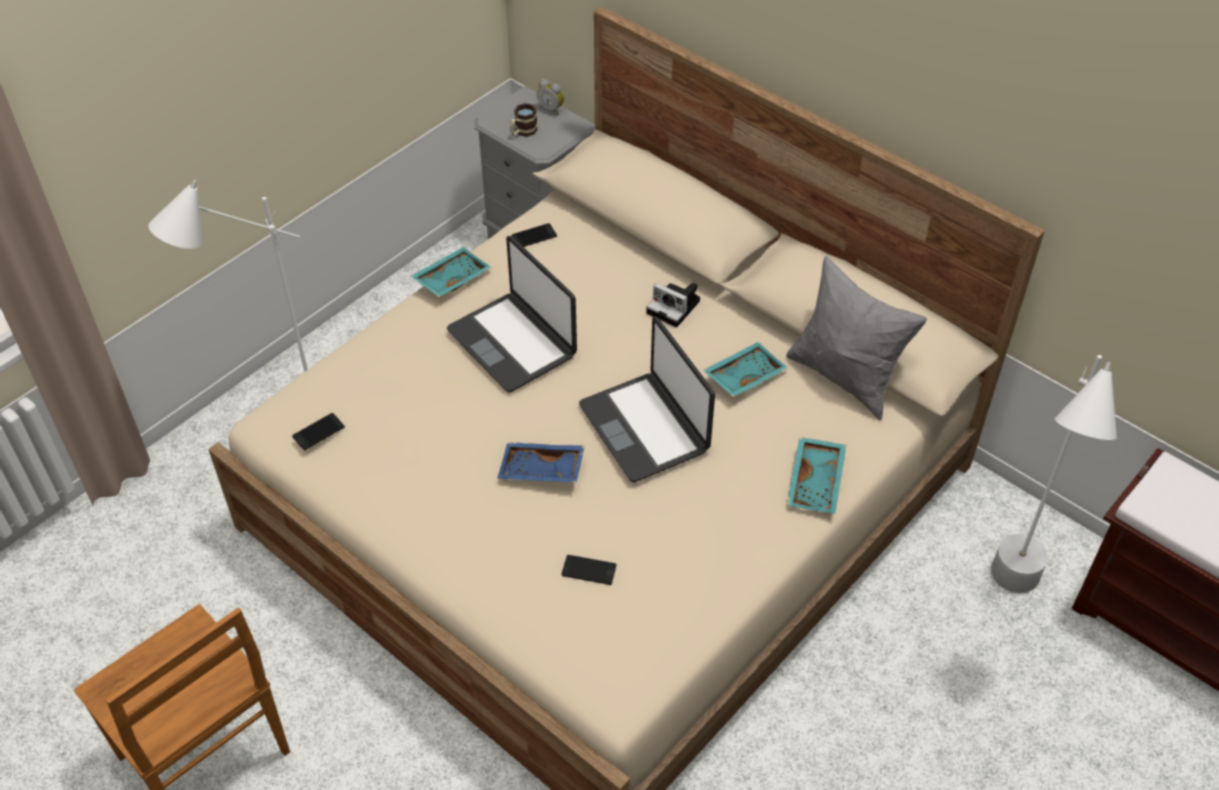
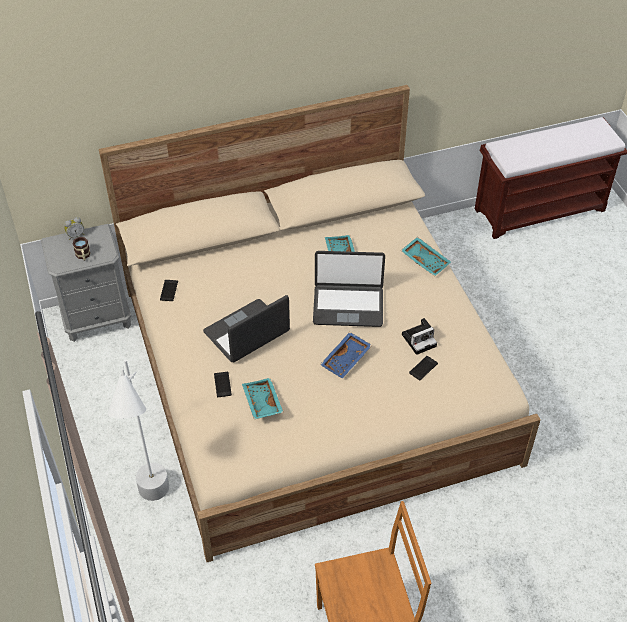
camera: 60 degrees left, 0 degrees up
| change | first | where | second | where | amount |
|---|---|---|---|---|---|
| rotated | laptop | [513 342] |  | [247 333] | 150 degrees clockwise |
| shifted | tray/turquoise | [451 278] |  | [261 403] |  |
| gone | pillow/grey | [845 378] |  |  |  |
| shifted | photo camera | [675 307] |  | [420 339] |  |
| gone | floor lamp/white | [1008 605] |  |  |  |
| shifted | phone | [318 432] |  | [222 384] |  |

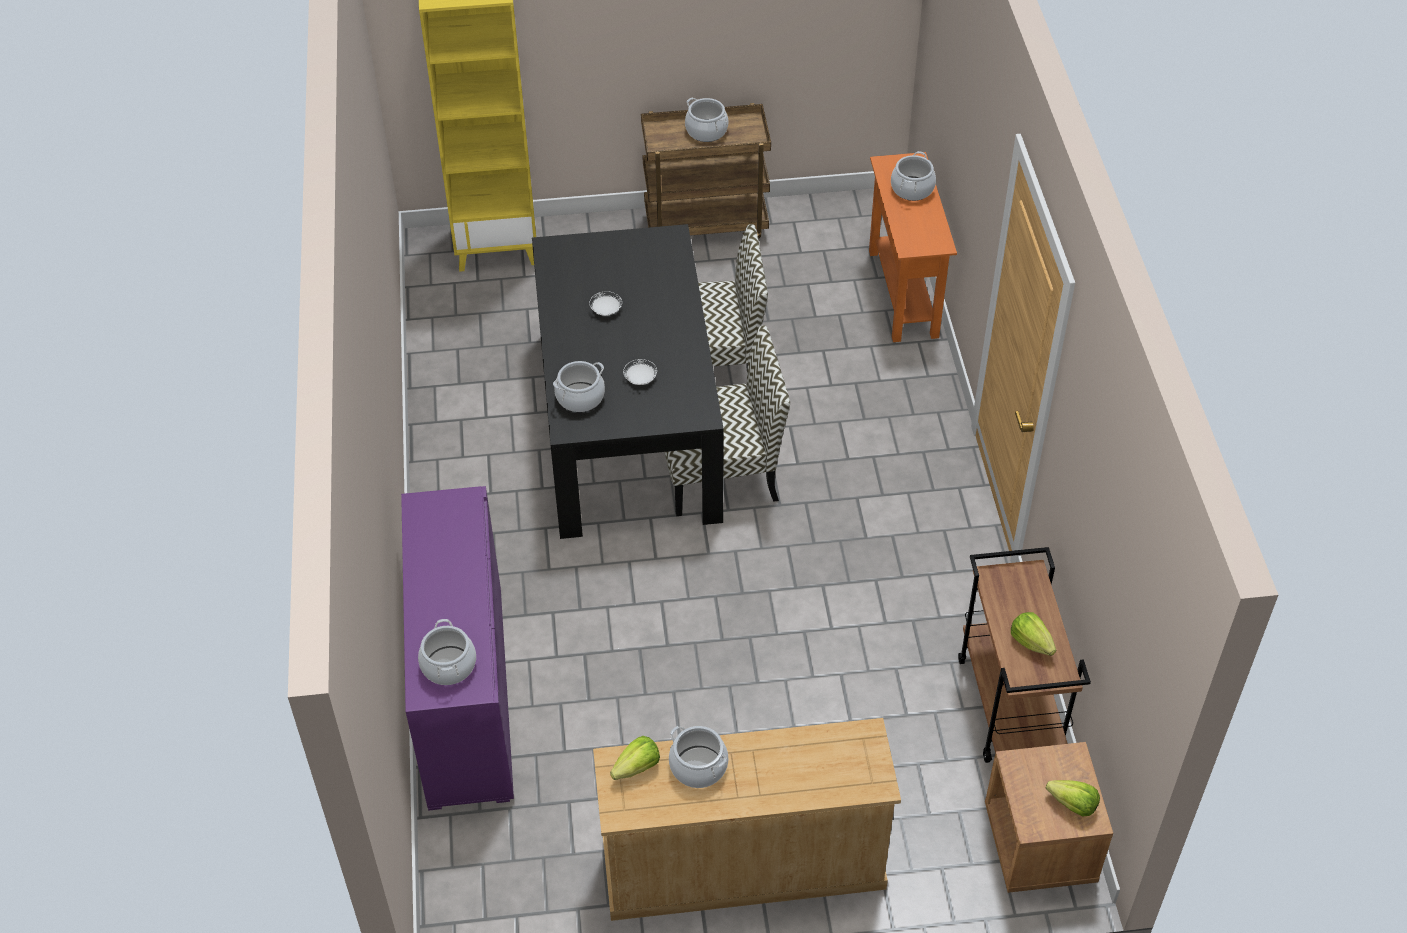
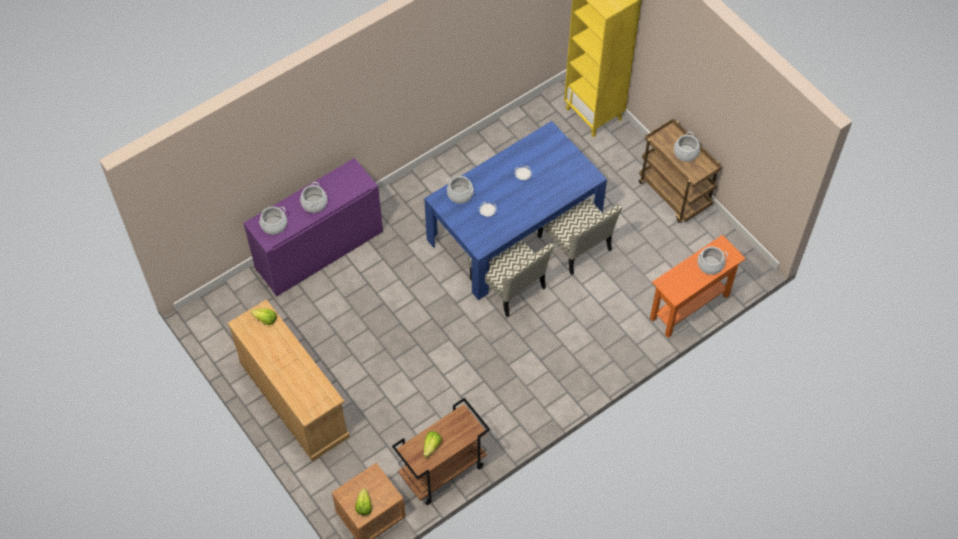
camera: 60 degrees right, 10 degrees up
| change | first | where | second | where | amount |
|---|---|---|---|---|---|
| repainted | dining table/black | [628 424] | dining table/blue | [514 230] |  |
| shifted | cooking pot | [698 767] |  | [314 203] |  |

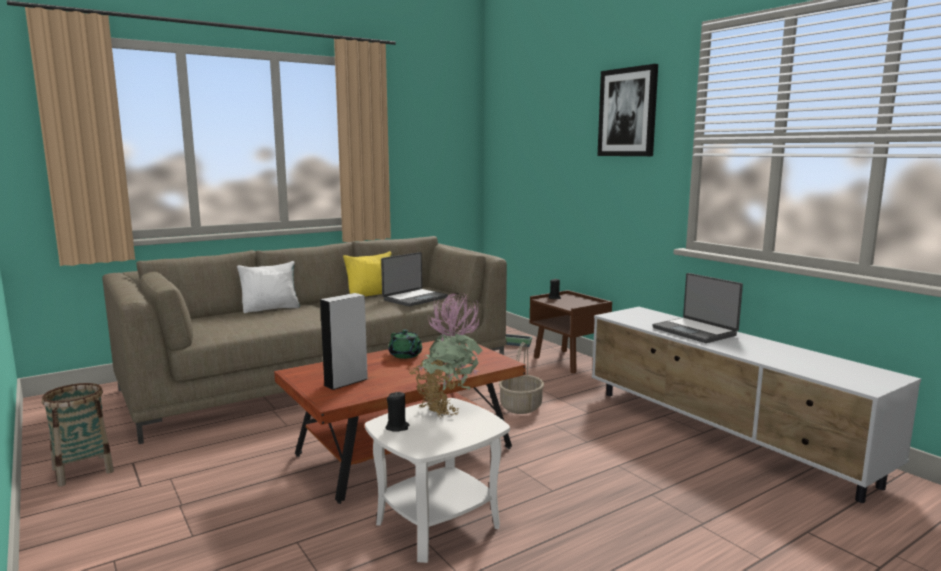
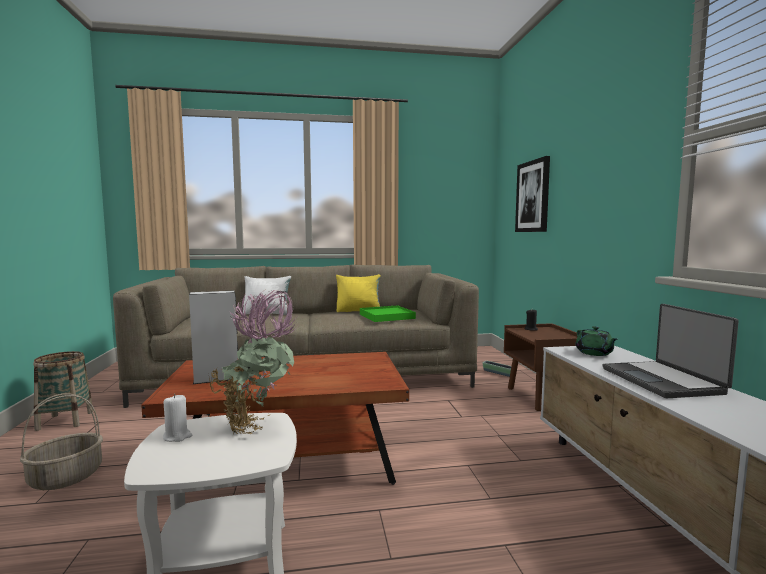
camera: 25 degrees right, 5 degrees down
| change | first | where | second | where | amount |
|---|---|---|---|---|---|
| shifted | picture | [627 112] |  | [533 196] |  |
| swapped | laptop | [414 298] | tray/green | [386 316] |  |
| shifted | teapot/green | [405 355] |  | [594 353] |  |
| shifted | basket | [520 406] |  | [66 477] |  |
| repainted | candle/black | [397 427] | candle/white | [177 436] |  |

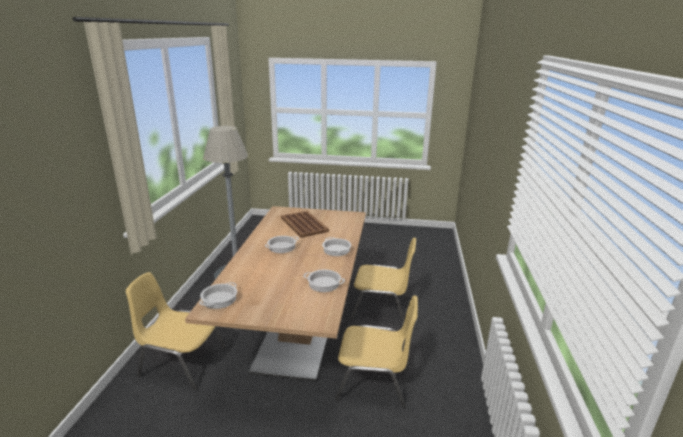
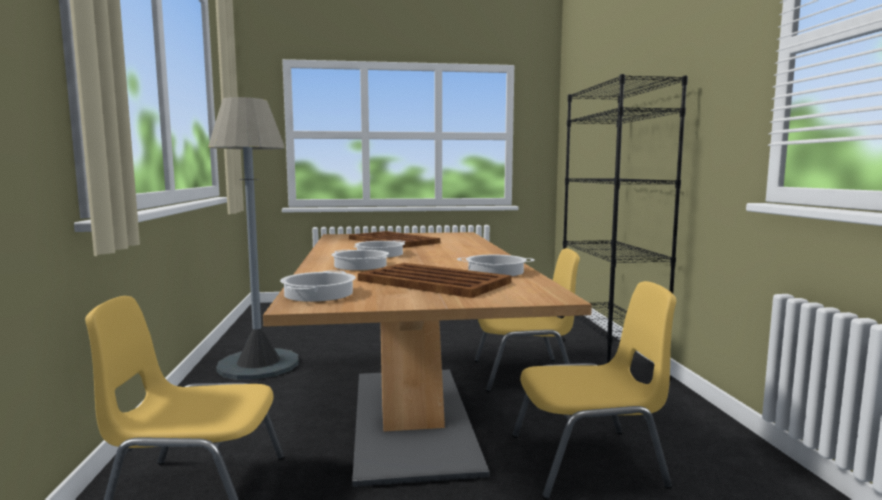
camera: 15 degrees left, 15 degrees down
| change | first | where | second | where | amount |
|---|---|---|---|---|---|
| shifted | cooking pot | [337 250] |  | [361 265] |  |
| new |  |  | bookcase/black | [608 359] |  |
| new |  |  | tray/brown | [434 282] |  |

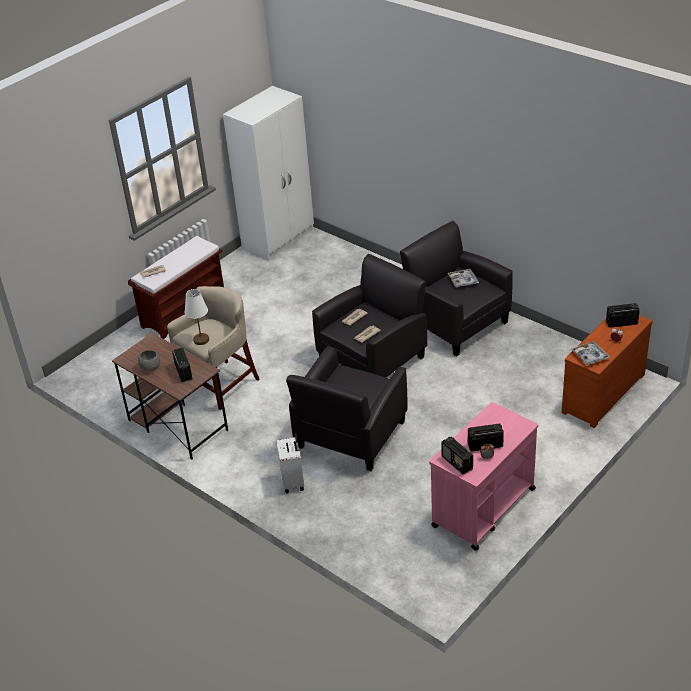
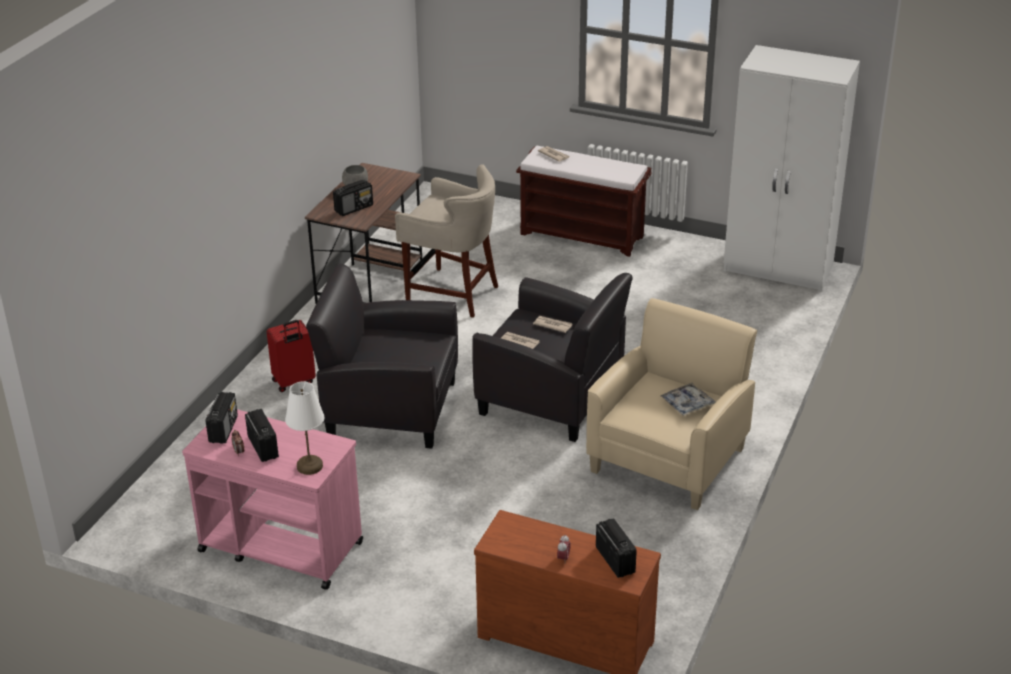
camera: 70 degrees right, 5 degrees down
| change | first | where | second | where | amount |
|---|---|---|---|---|---|
| repainted | armchair/black | [456 323] | armchair/beige | [669 459] |  |
| shifted | table lamp/white | [201 339] |  | [310 466] |  |
| gone | tray | [590 356] |  |  |  |
| repainted | suitcase/white | [293 482] | suitcase/red | [294 382] |  |
| rotated | radio | [457 463] |  | [223 429] | 150 degrees clockwise |

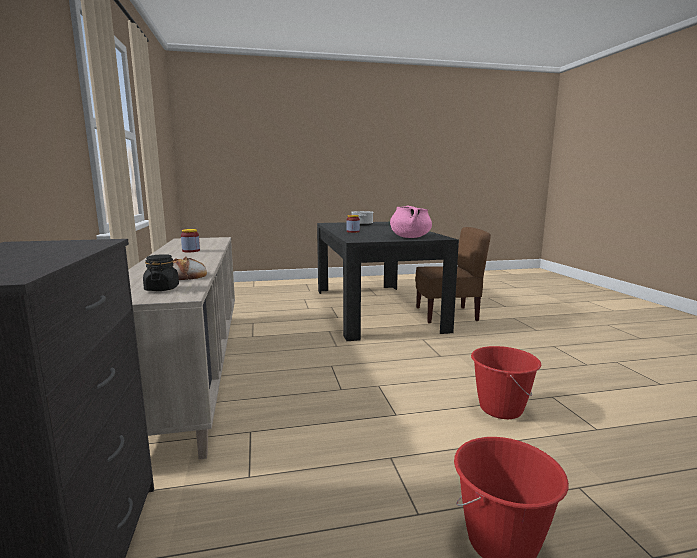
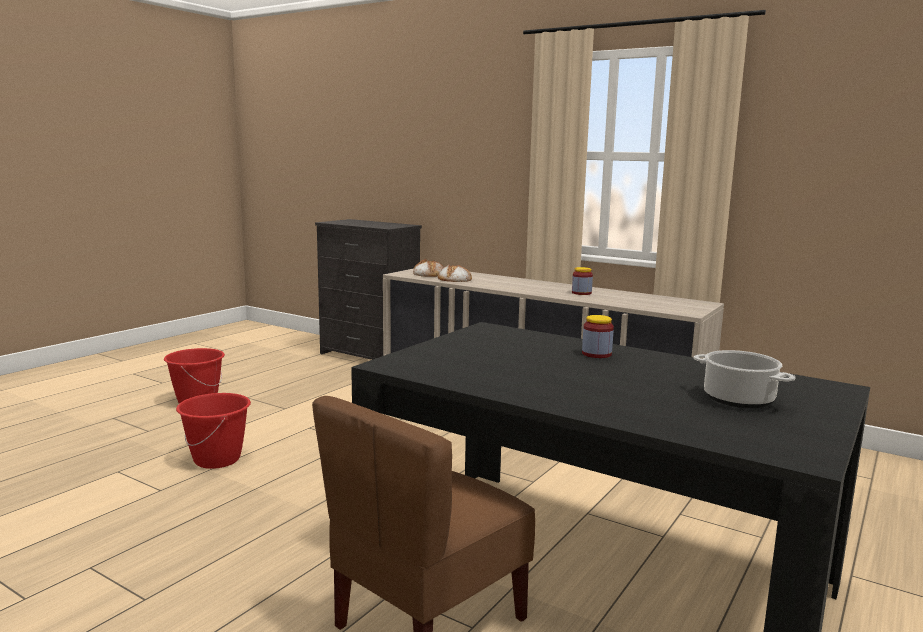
camera: 135 degrees right, 0 degrees up
| change | first | where | second | where | amount |
|---|---|---|---|---|---|
| gone | cooking pot/pink | [410 237] |  |  |  |
| swapped | jar/black | [162 289] | bread | [428 274] |  |

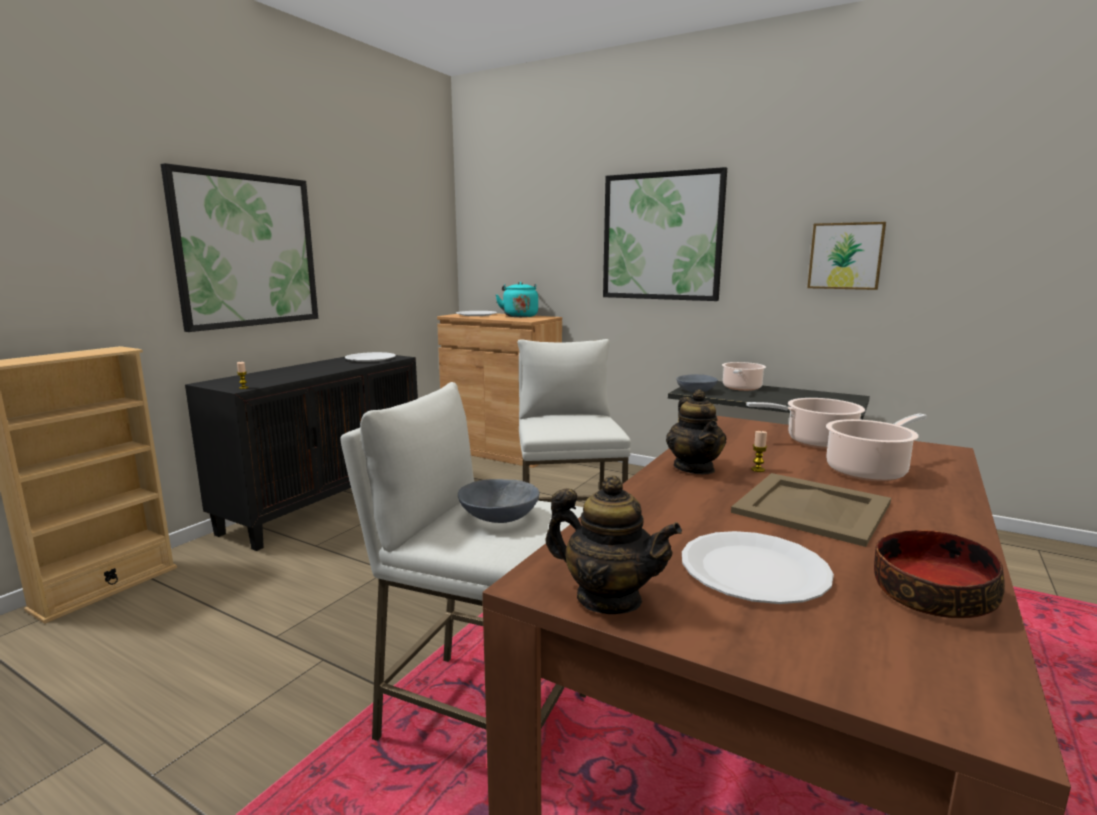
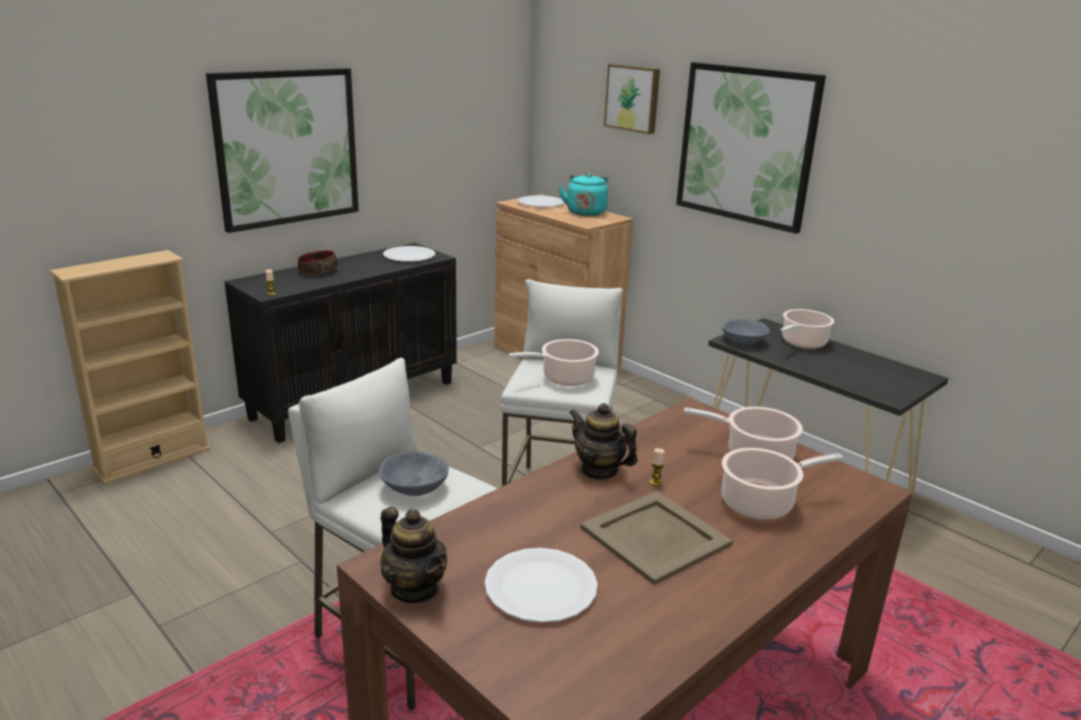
camera: 15 degrees right, 10 degrees up
| change | first | where | second | where | amount |
|---|---|---|---|---|---|
| shifted | picture | [845 256] |  | [633 98] |  |
| rotated | teapot | [694 468] |  | [599 470] | 120 degrees clockwise |
| shifted | bowl | [930 594] |  | [318 271] |  |
| new |  |  | cooking pot | [564 378] |  |

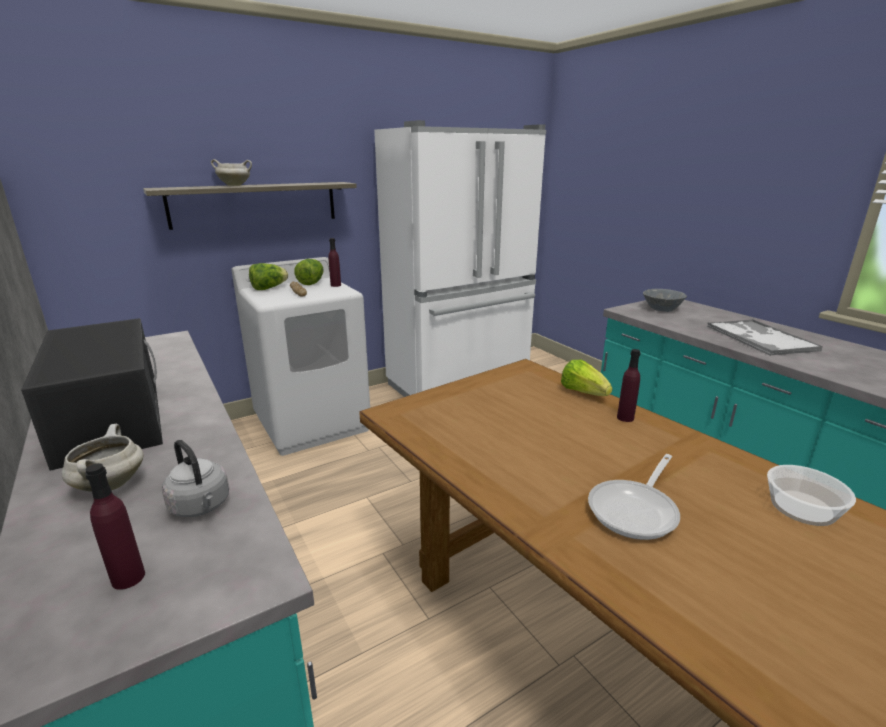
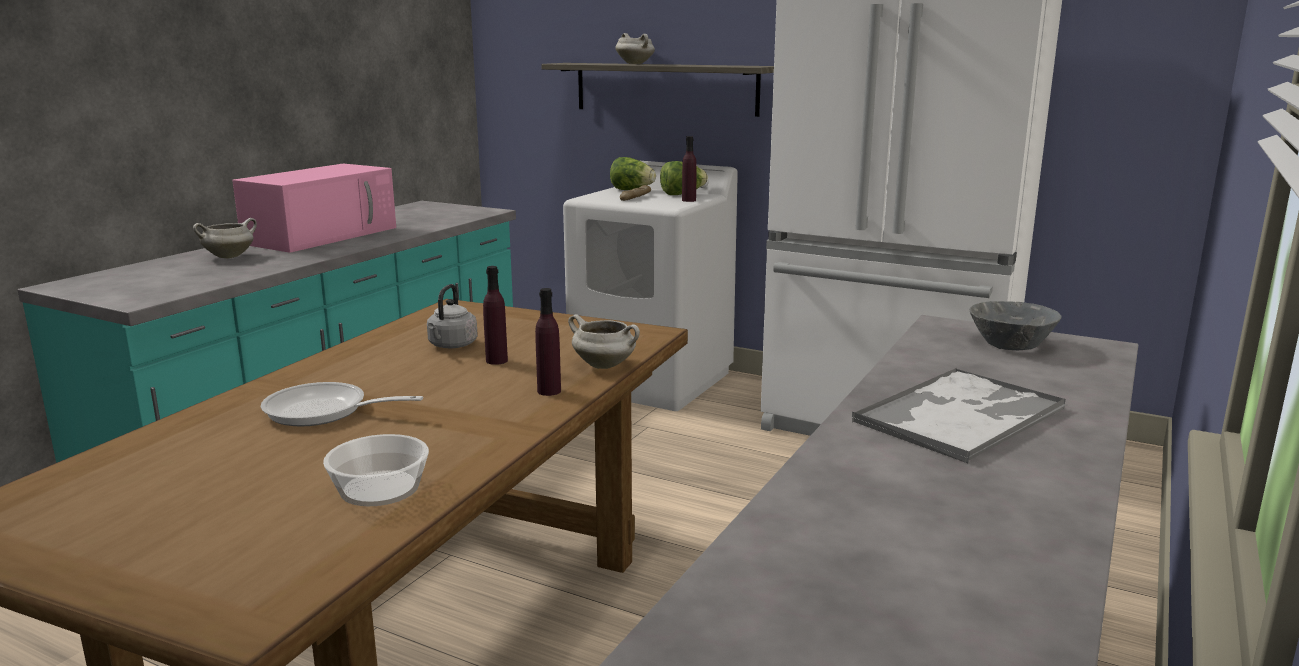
camera: 60 degrees right, 5 degrees down
| change | first | where | second | where | amount |
|---|---|---|---|---|---|
| repainted | microwave/black | [110 416] | microwave/pink | [323 235] |  |
| swapped | lettuce | [583 392] | cooking pot/white | [605 365] |  |
| shifted | kettle/grey | [201 506] |  | [451 345] |  |
| shifted | bottle/purple | [128 578] |  | [496 360] |  |

